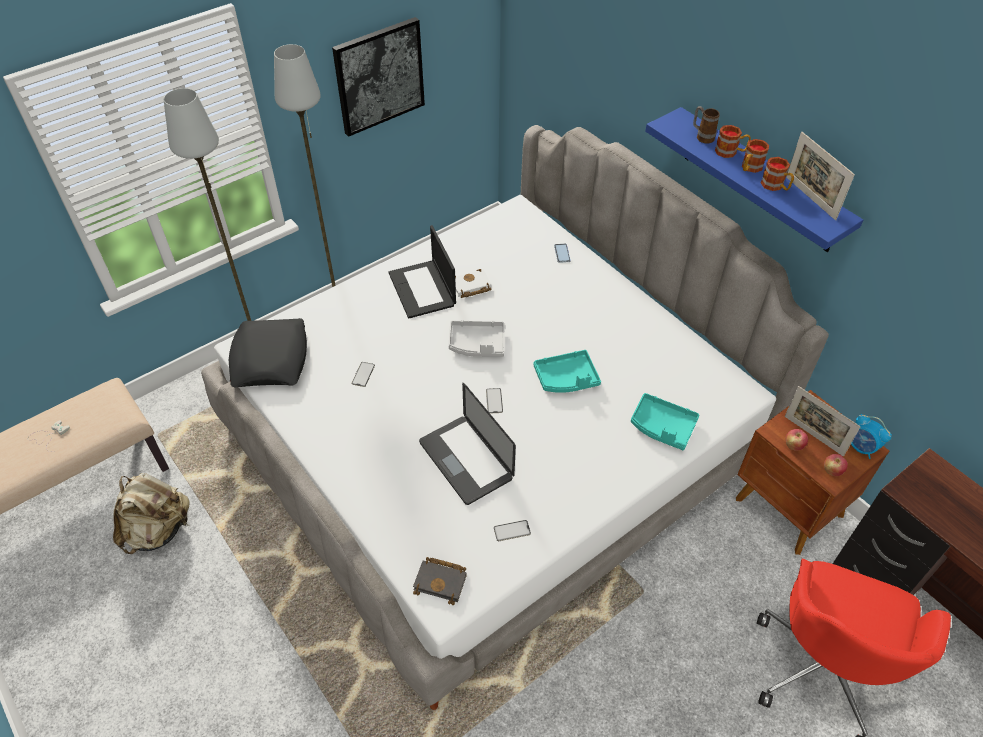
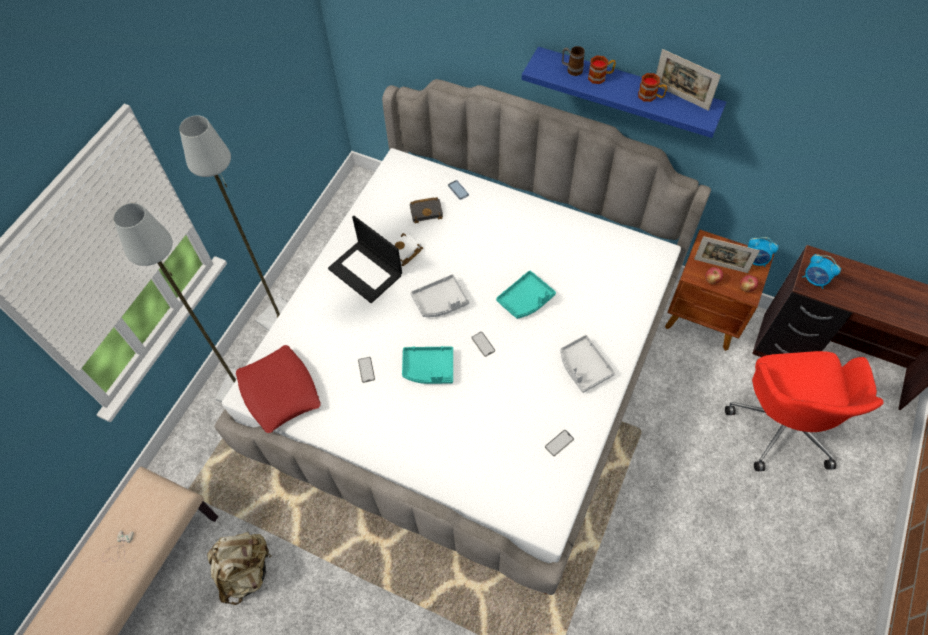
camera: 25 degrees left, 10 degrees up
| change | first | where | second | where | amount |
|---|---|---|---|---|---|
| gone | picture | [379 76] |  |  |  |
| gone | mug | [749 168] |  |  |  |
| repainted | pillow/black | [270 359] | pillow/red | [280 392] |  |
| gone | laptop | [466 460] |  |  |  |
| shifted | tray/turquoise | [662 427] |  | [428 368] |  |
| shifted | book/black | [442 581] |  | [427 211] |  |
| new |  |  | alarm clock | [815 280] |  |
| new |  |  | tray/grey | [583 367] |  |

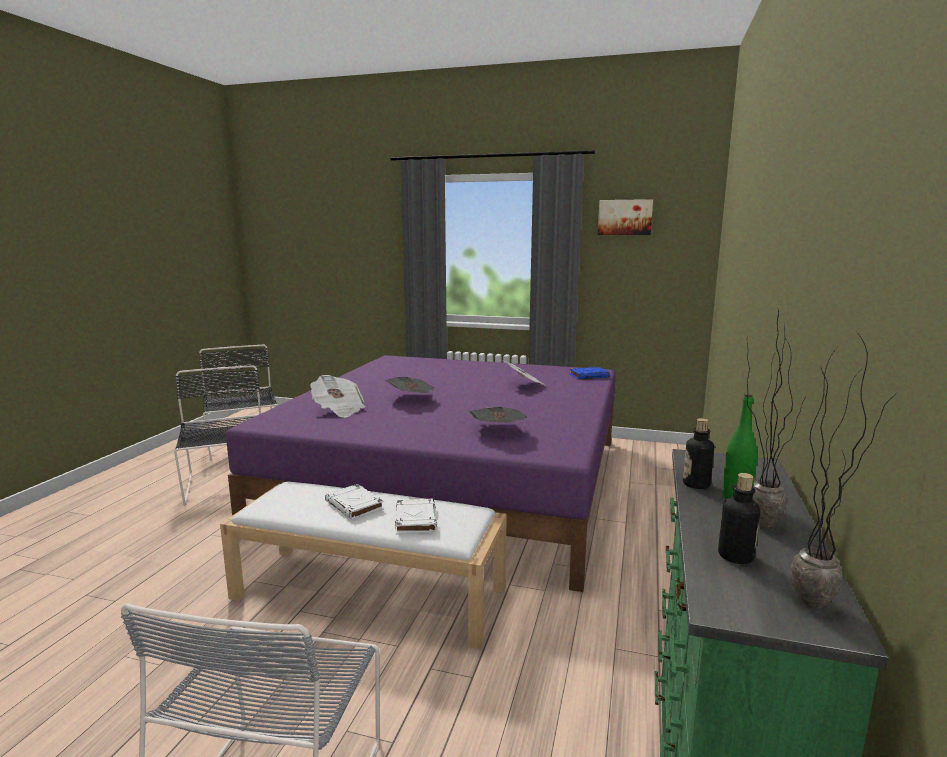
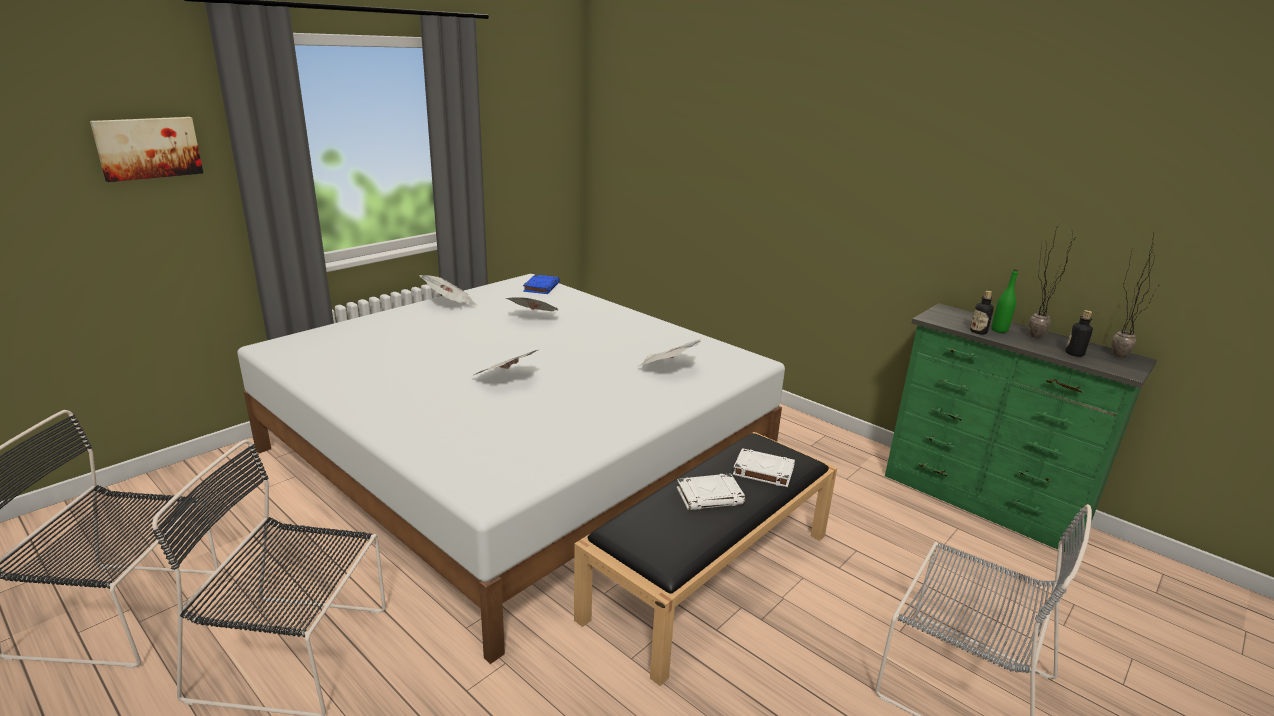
camera: 65 degrees left, 10 degrees up
| change | first | where | second | where | amount |
|---|---|---|---|---|---|
| shifted | picture | [625 217] |  | [148 148] |  |
| repainted | bed/purple | [455 482] | bed/white | [518 457] |  |
| shifted | newspaper | [338 410] |  | [450 304] |  |
| repainted | bench/white | [371 592] | bench/black | [710 573] |  |

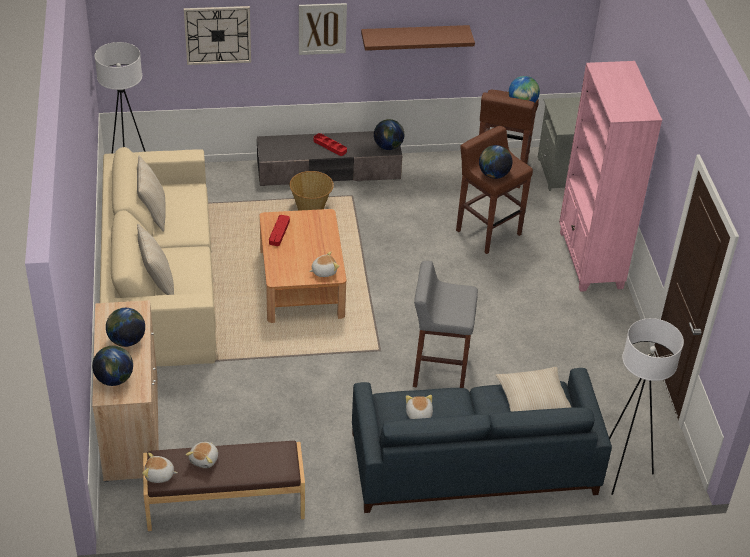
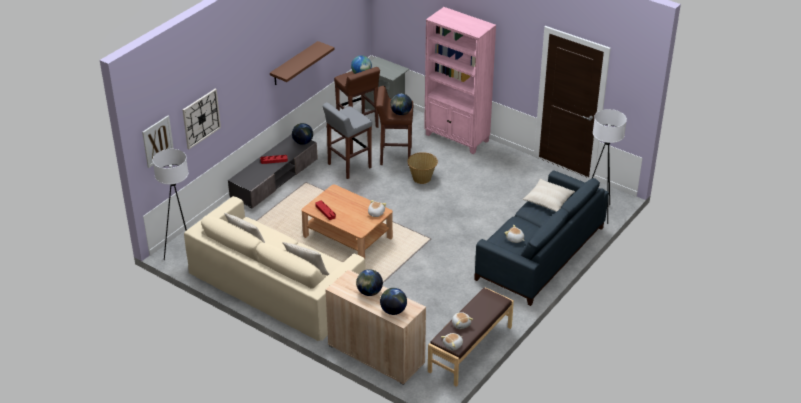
camera: 45 degrees left, 5 degrees down
| change | first | where | second | where | amount |
|---|---|---|---|---|---|
| shifted | picture | [322 28] |  | [157 141] |  |
| shifted | basket | [311 208] |  | [422 178] |  |
| shifted | stool/grey | [439 370] |  | [348 166] |  |

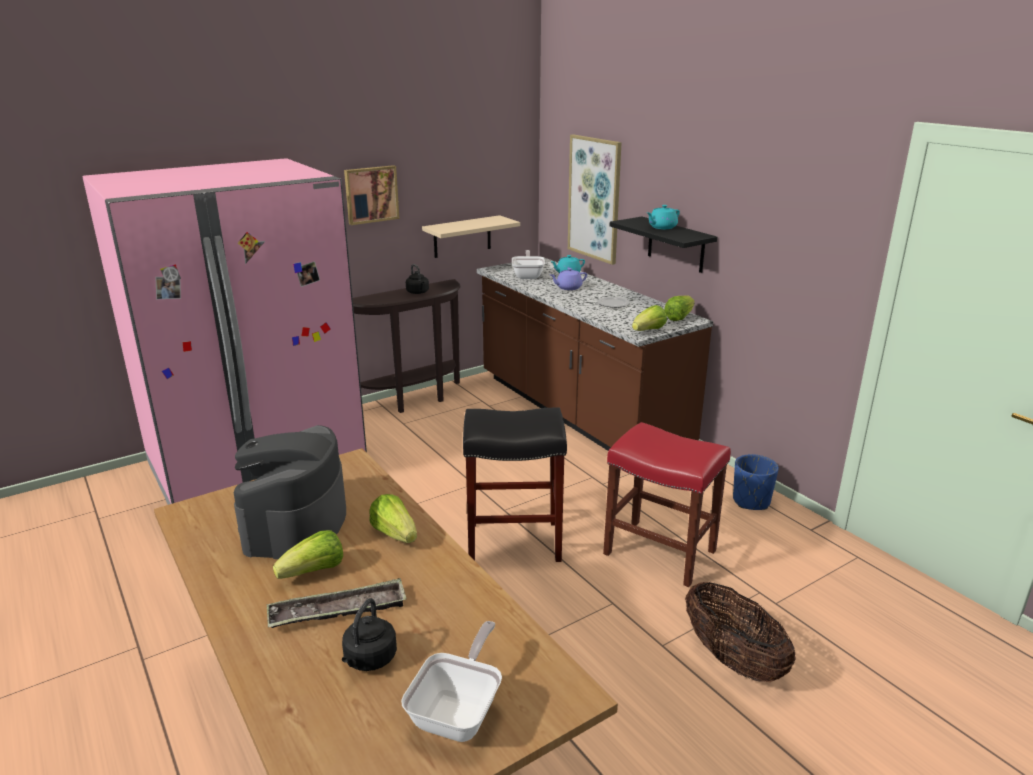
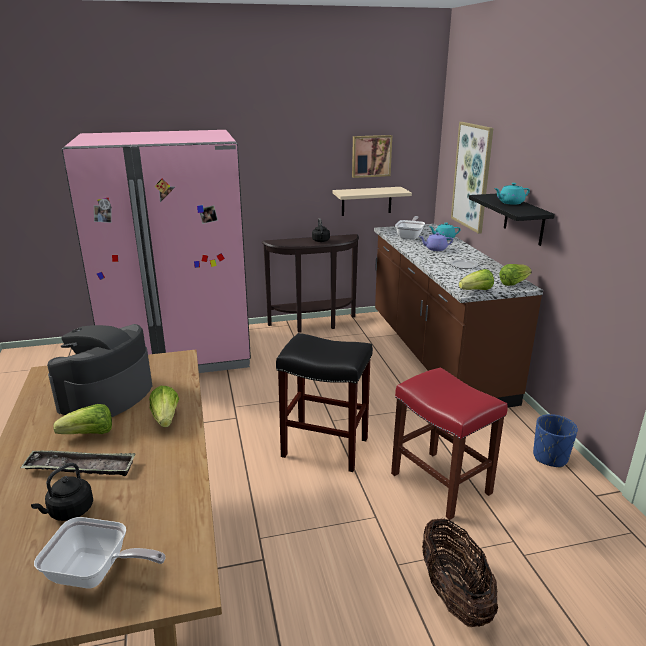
camera: 20 degrees right, 0 degrees up
| change | first | where | second | where | amount |
|---|---|---|---|---|---|
| shifted | picture | [371 194] |  | [371 156] |  |
| rotated | frying pan | [459 711] |  | [96 573] | 60 degrees clockwise |

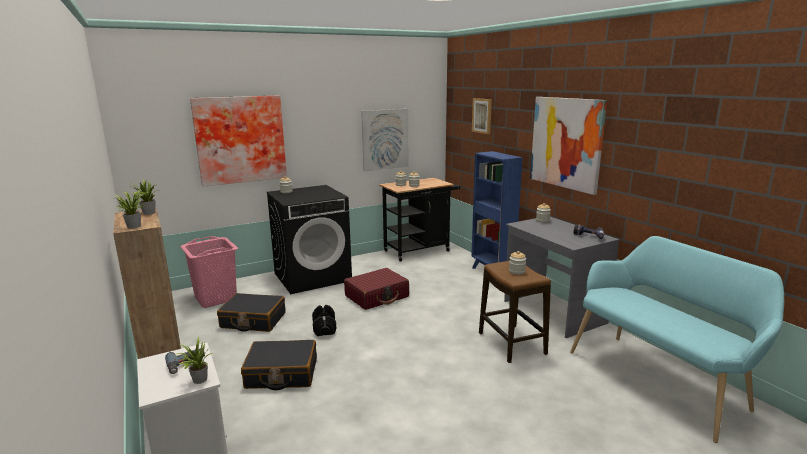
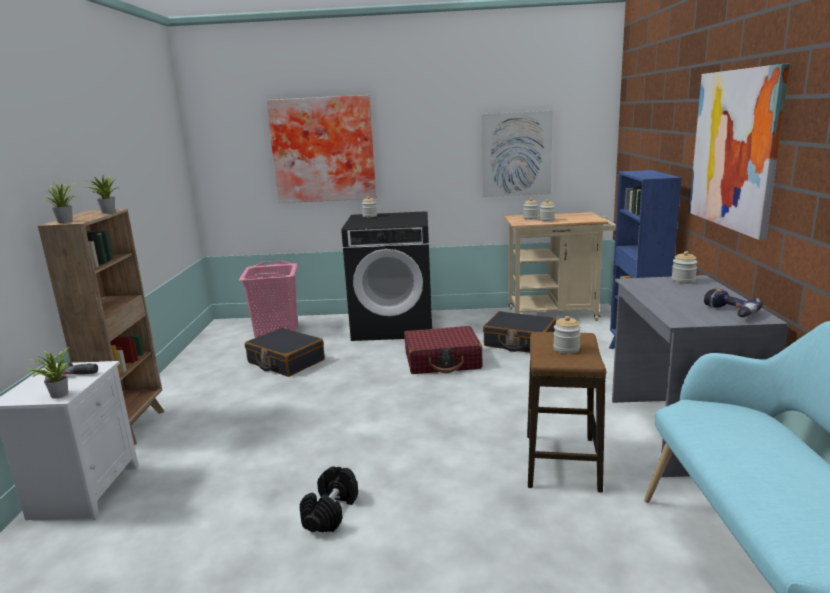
camera: 30 degrees right, 0 degrees up
| change | first | where | second | where | amount |
|---|---|---|---|---|---|
| gone | picture | [482 115] |  |  |  |
| repainted | cart/black | [420 250] | cart/beige | [558 314] |  |
| shifted | dumbbell/black | [324 328] |  | [330 512] |  |
| shifted | suitcase/black | [281 374] |  | [519 342] |  |

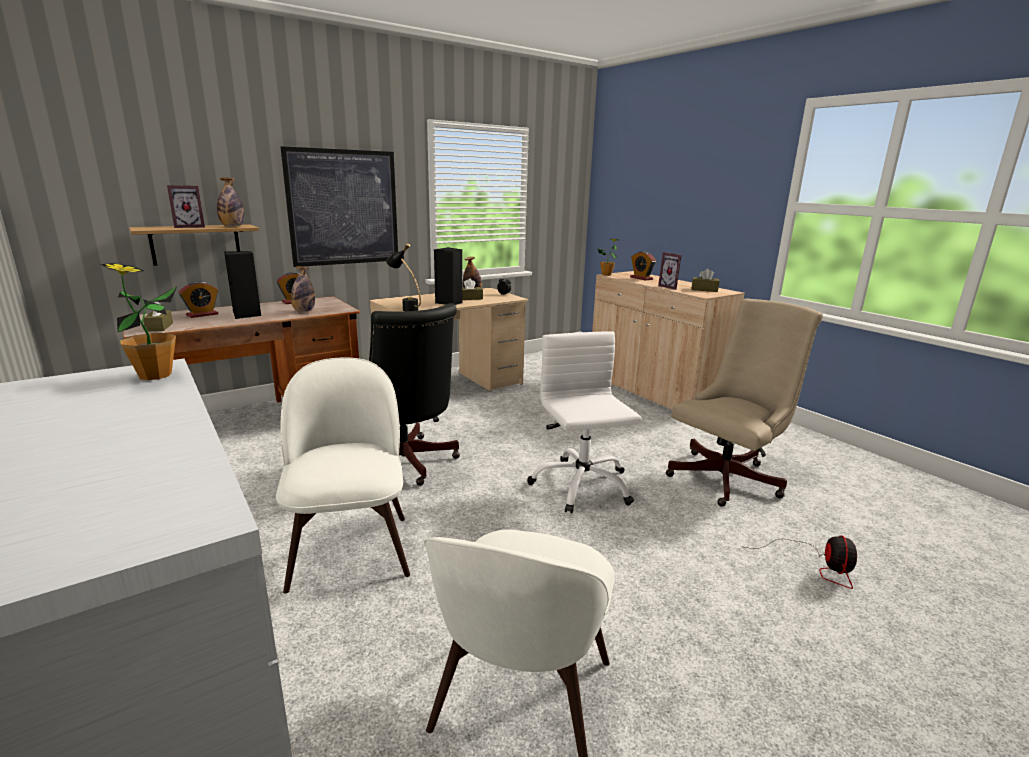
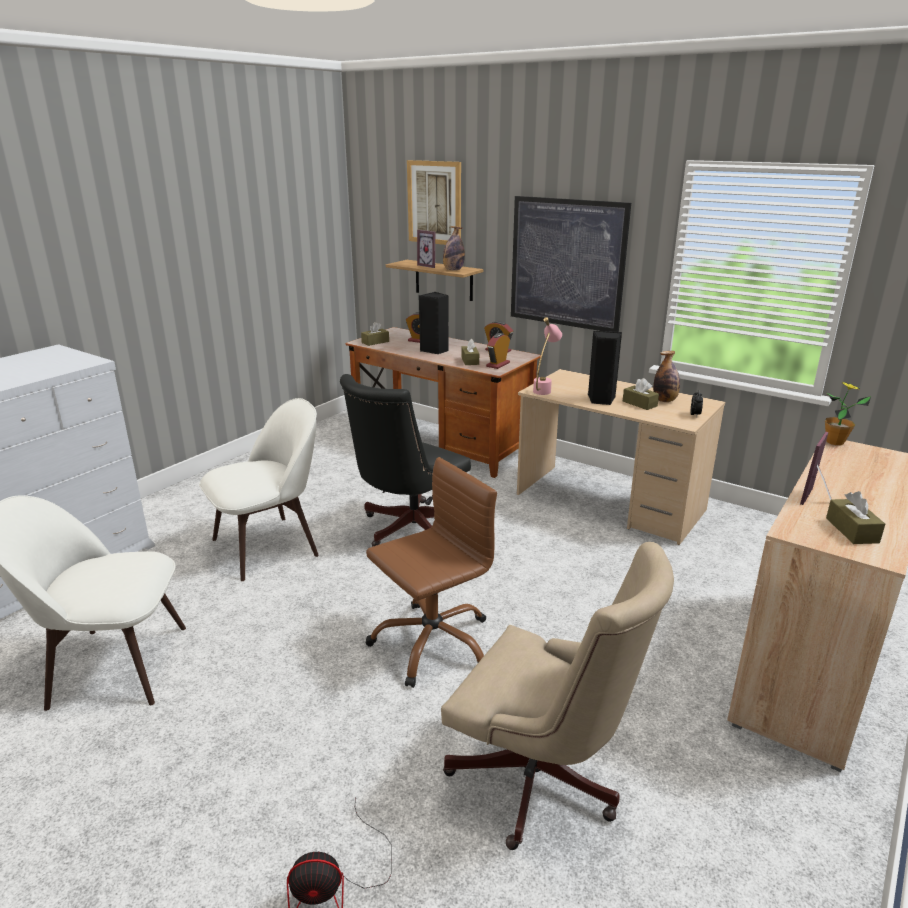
camera: 70 degrees right, 5 degrees up
| change | first | where | second | where | amount |
|---|---|---|---|---|---|
| repainted | table lamp/black | [406 308] | table lamp/pink | [544 389] |  |
| shifted | alarm clock | [641 278] |  | [498 364] |  |
| gone | potted plant | [155 375] |  |  |  |
| swapped | bottle | [304 311] | tissue box/brown | [470 361] |  |
| repainted | office chair/white | [581 485] | office chair/brown | [432 643] |  |
| new |  |  | picture | [434 203] |  |

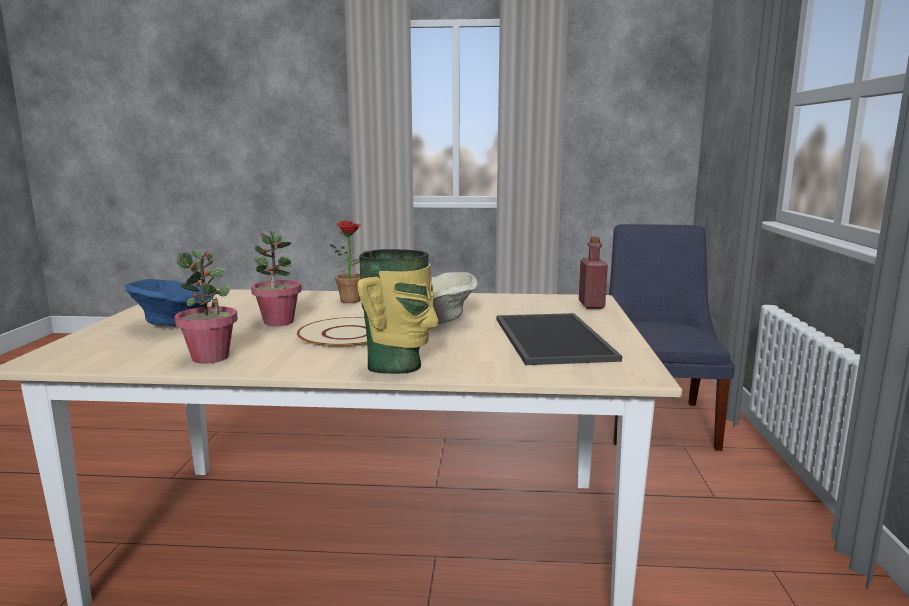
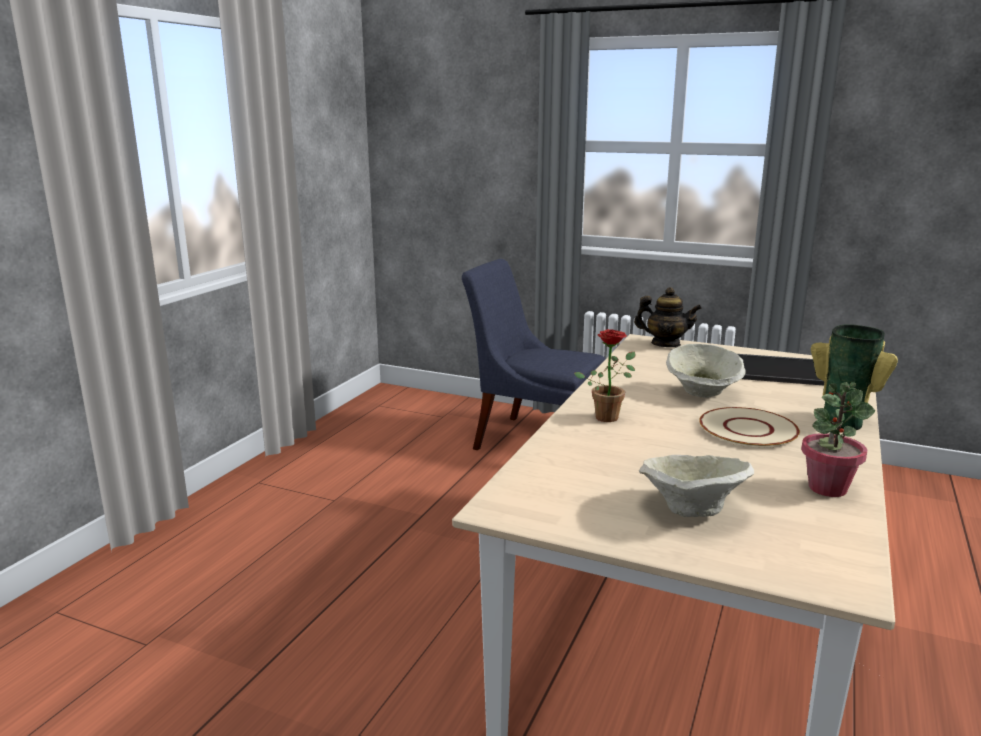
camera: 70 degrees left, 5 degrees up
| change | first | where | second | where | amount |
|---|---|---|---|---|---|
| gone | potted plant | [278 322] |  |  |  |
| swapped | bottle/red | [591 305] | teapot | [665 344] |  |
| repainted | bowl/blue | [174 325] | bowl/beige | [691 510] |  |

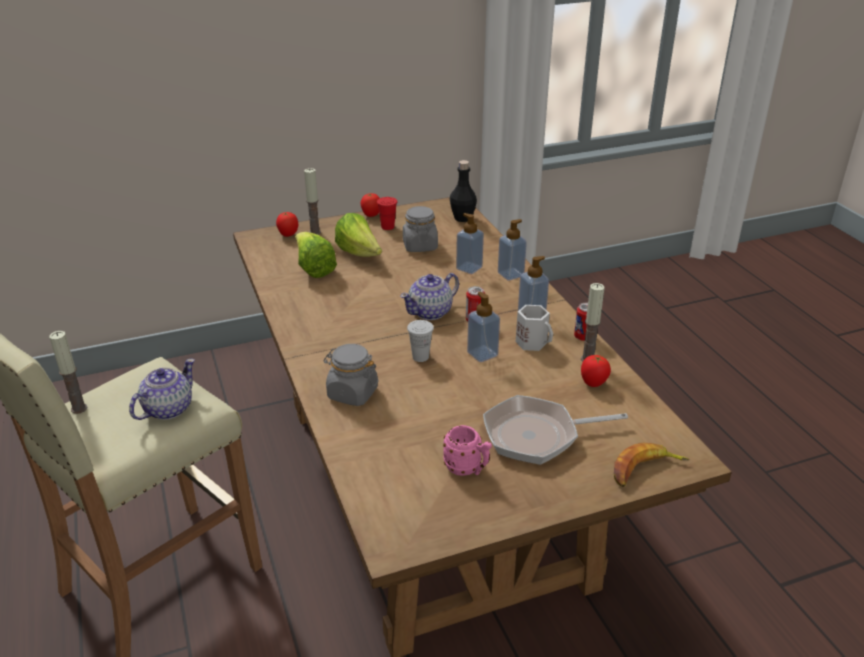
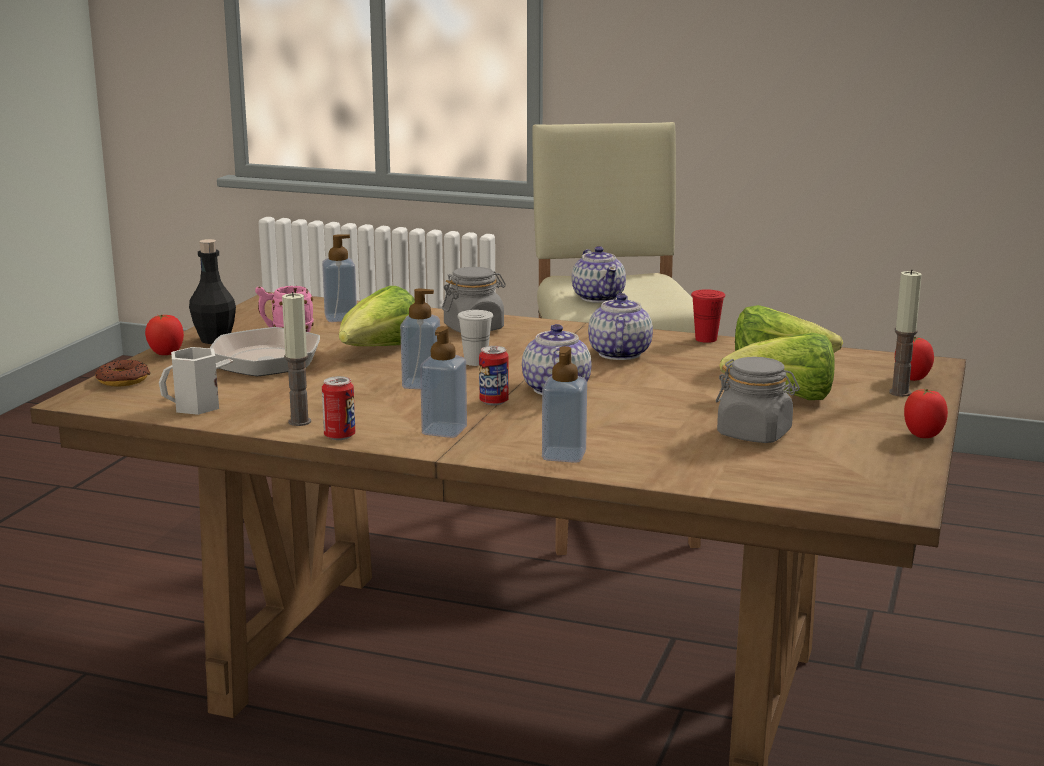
camera: 130 degrees right, 15 degrees down
| change | first | where | second | where | amount |
|---|---|---|---|---|---|
| shifted | bottle/black | [462 218] |  | [214 339] |  |
| shifted | cup/red | [387 227] |  | [706 339] |  |
| shifted | soap dispenser | [469 268] |  | [341 318] |  |
| shifted | mug/white | [532 342] |  | [195 407] |  |
| gone | candle | [79 408] |  |  |  |
| shifted | tomato | [593 383] |  | [166 354] |  |
| swapped | banana | [645 470] | donut | [123 380] |  |
| new |  |  | lettuce | [379 350] |  |
| new |  |  | teapot | [619 354] |  |

